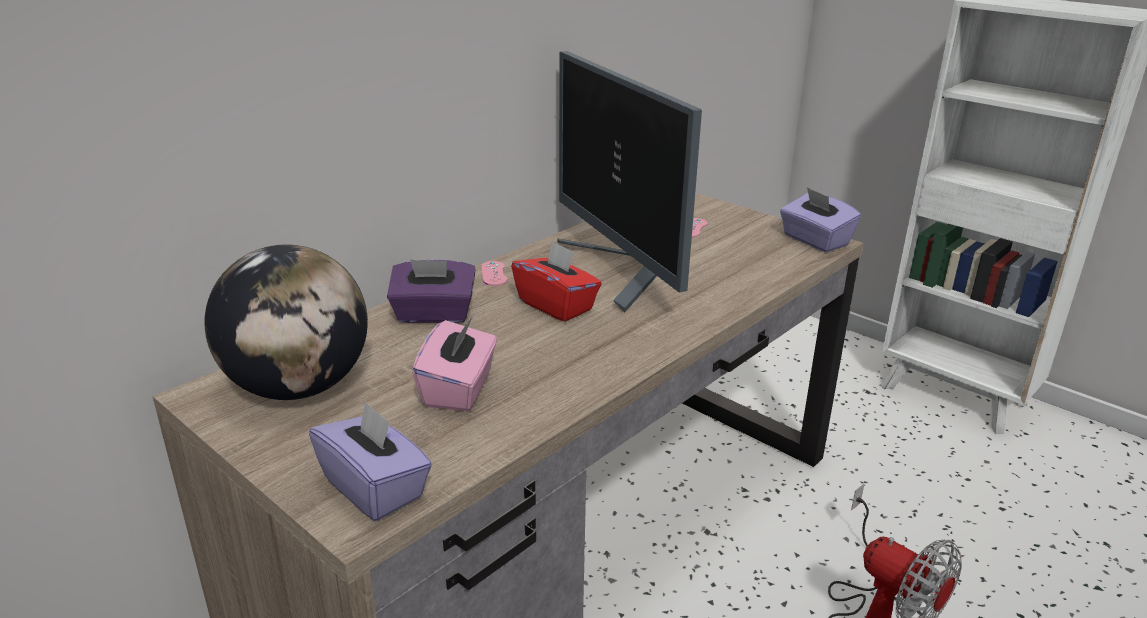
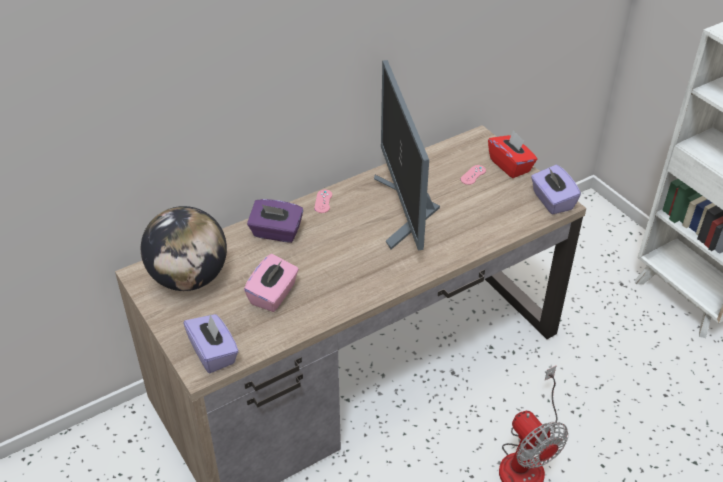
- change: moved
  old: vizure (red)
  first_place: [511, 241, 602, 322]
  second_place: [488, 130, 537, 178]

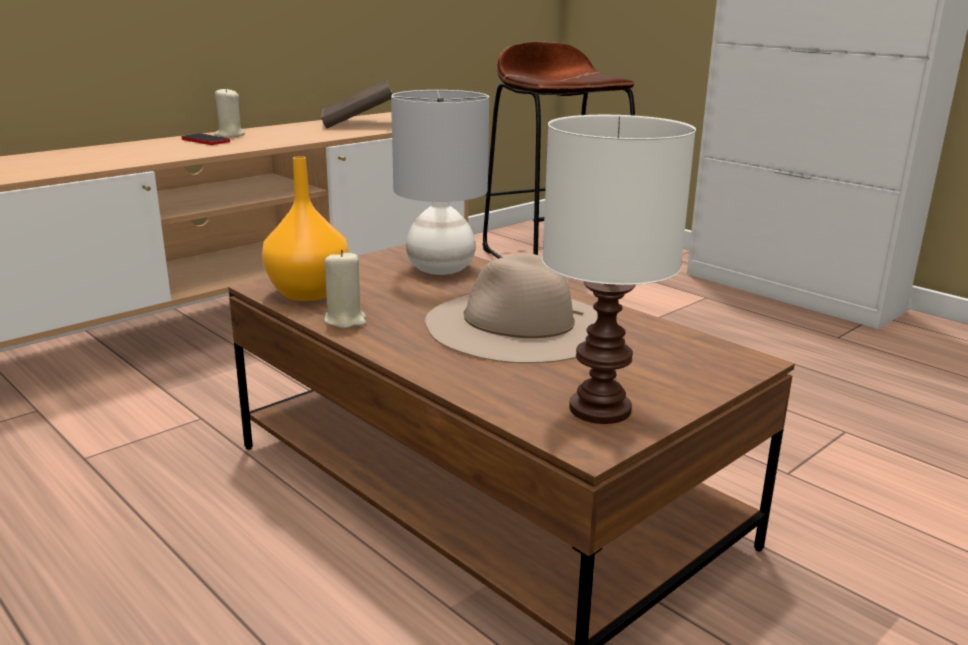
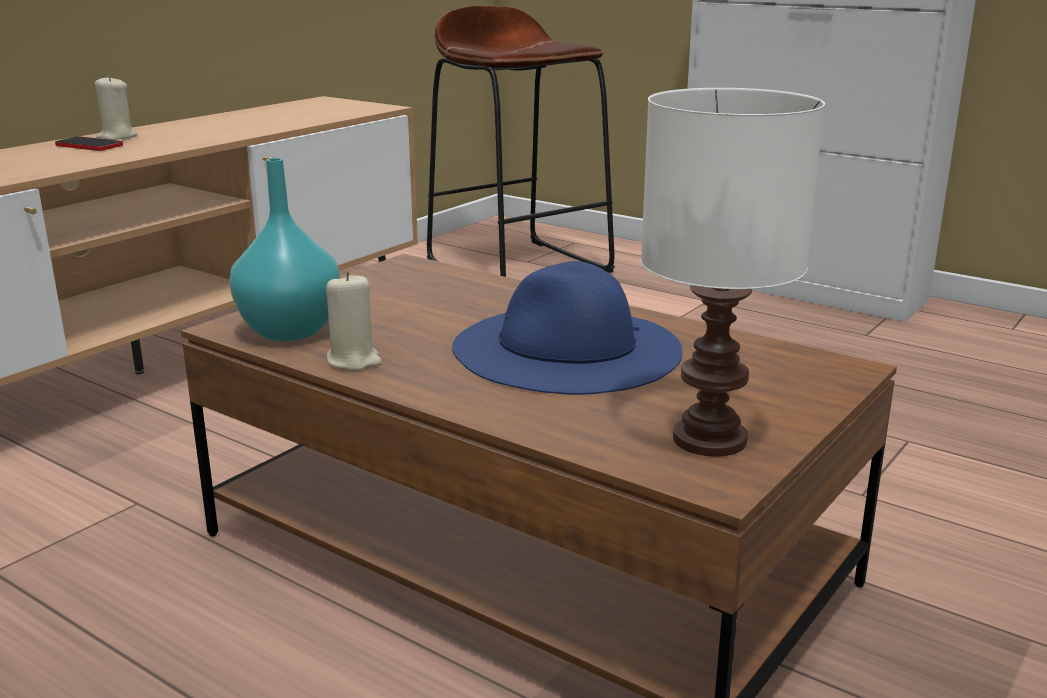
- change: recoloured
  old: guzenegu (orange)
  new: guzenegu (turquoise)
  first_place: [262, 156, 349, 301]
  second_place: [229, 158, 340, 341]
- change: recoloured
  old: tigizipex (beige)
  new: tigizipex (blue)
  first_place: [425, 253, 598, 363]
  second_place: [452, 261, 683, 395]
- change: removed
  old: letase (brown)
  first_place: [321, 80, 393, 129]
- change: removed
  old: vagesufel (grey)
  first_place: [391, 90, 489, 275]

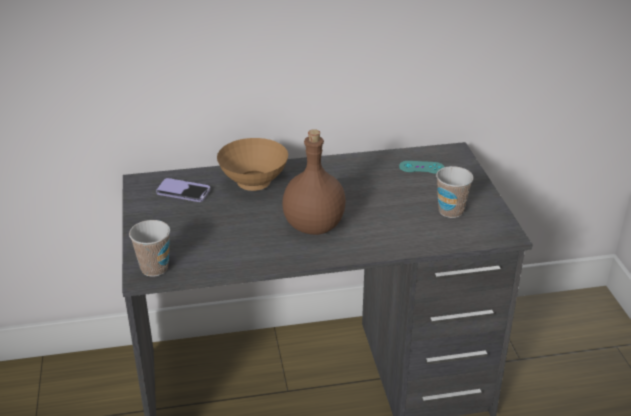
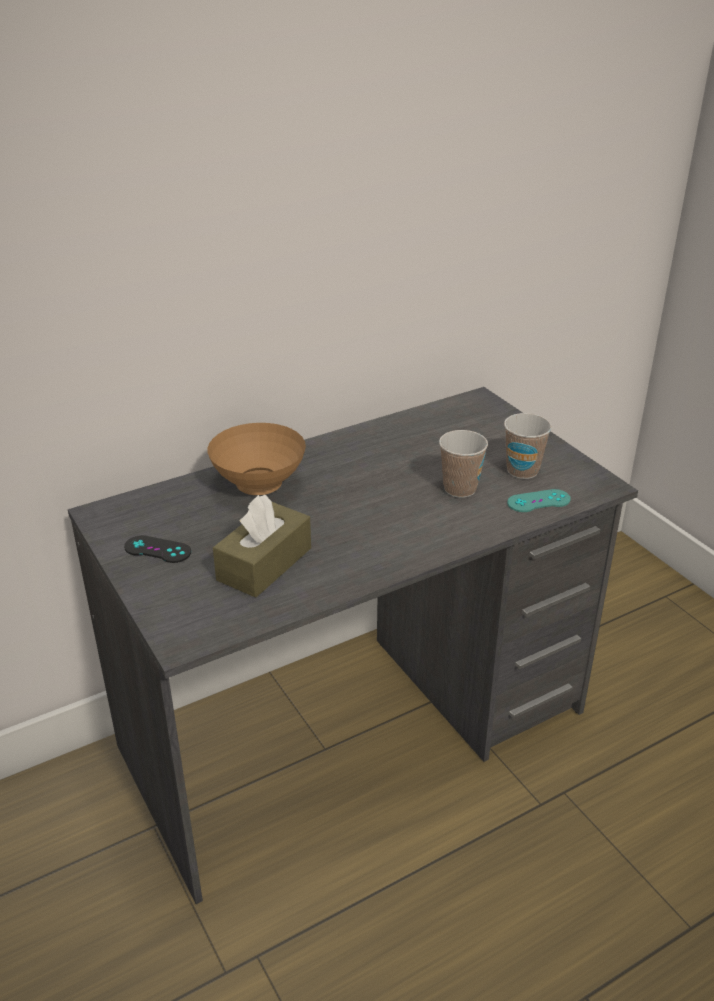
- change: added
  new: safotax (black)
  second_place: [124, 535, 191, 563]
- change: added
  new: vizure (brown)
  second_place: [213, 495, 311, 598]
- change: moved
  old: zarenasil
  first_place: [129, 220, 170, 277]
  second_place: [439, 430, 488, 498]
- change: moved
  old: safotax (turquoise)
  first_place: [399, 161, 444, 174]
  second_place: [507, 489, 571, 512]
- change: removed
  old: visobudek
  first_place: [156, 178, 210, 202]
- change: removed
  old: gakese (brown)
  first_place: [282, 129, 346, 235]

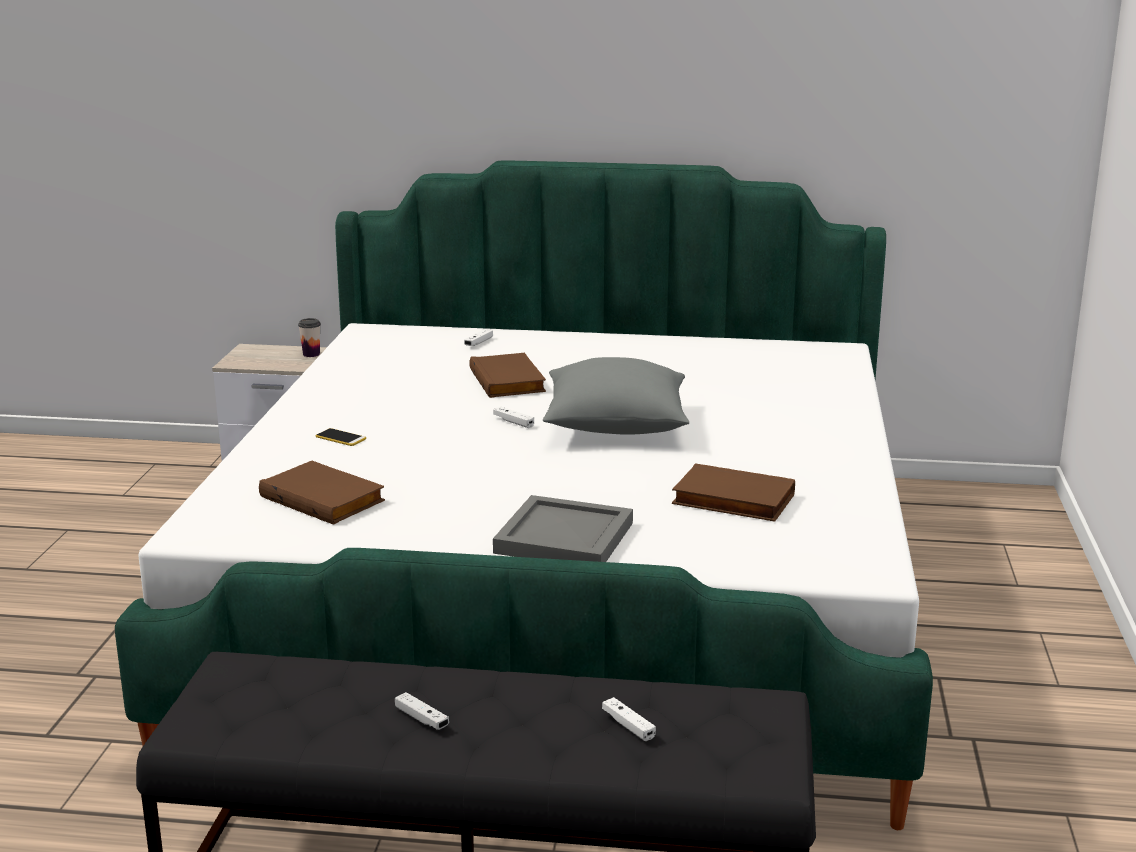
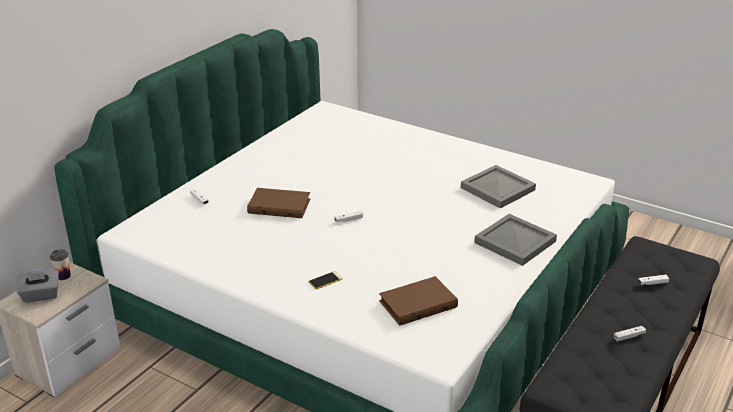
- change: added
  new: vizure (grey)
  second_place: [17, 269, 59, 302]
- change: replaced
  old: letase (brown)
  new: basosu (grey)
  first_place: [672, 464, 795, 522]
  second_place: [461, 165, 536, 209]
- change: removed
  old: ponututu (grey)
  first_place: [543, 357, 689, 435]

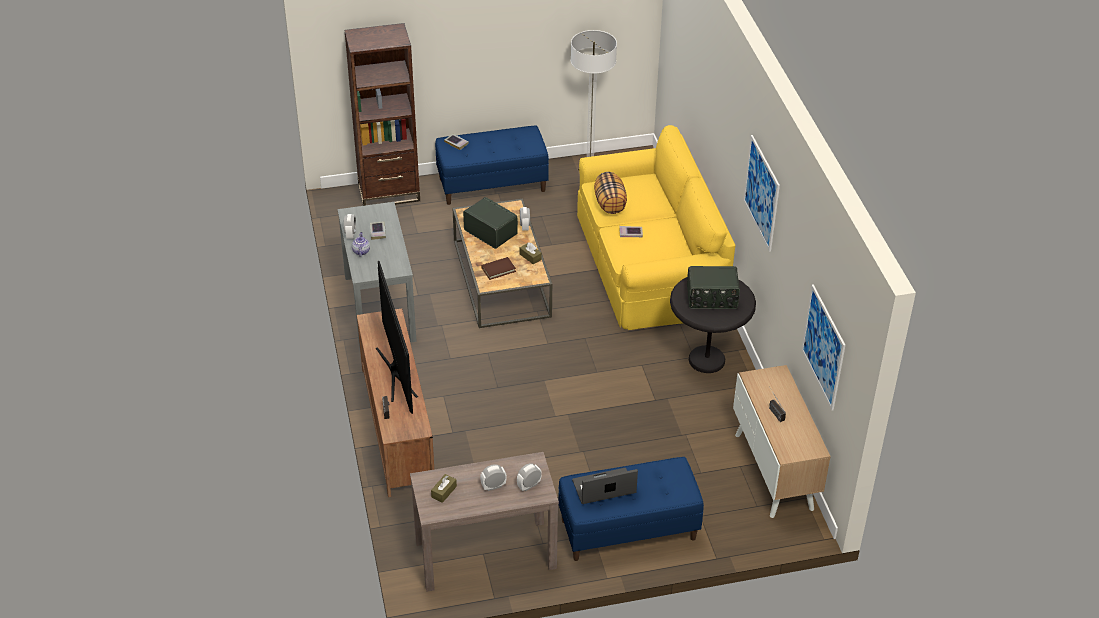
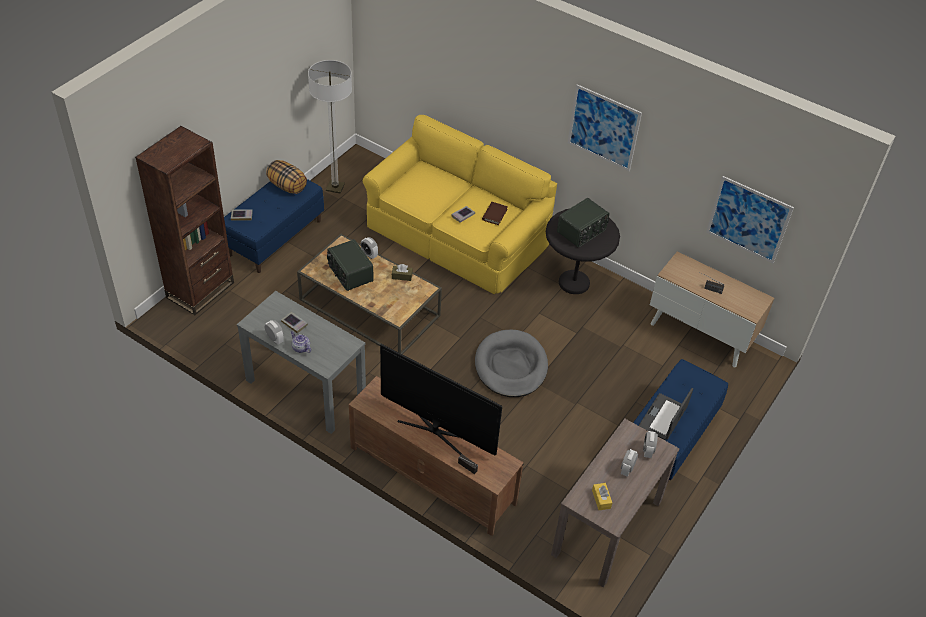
- change: moved
  old: ponututu
  first_place: [594, 172, 627, 214]
  second_place: [266, 160, 307, 194]
- change: turned
  old: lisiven
  first_place: [463, 197, 518, 249]
  second_place: [327, 239, 374, 291]
  degrees: -120
- change: added
  new: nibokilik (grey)
  second_place: [475, 330, 548, 397]
- change: moved
  old: letase (brown)
  first_place: [481, 257, 516, 280]
  second_place: [482, 202, 508, 225]
- change: recoloured
  old: vizure (brown)
  new: vizure (yellow)
  first_place: [431, 474, 457, 503]
  second_place: [592, 483, 612, 510]

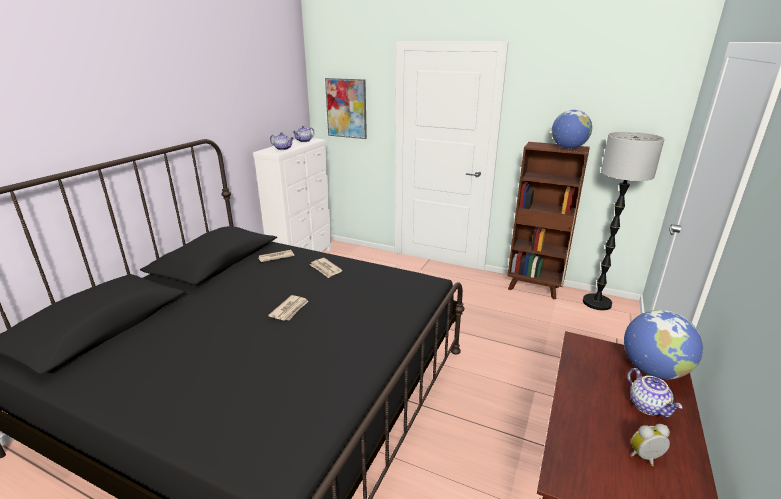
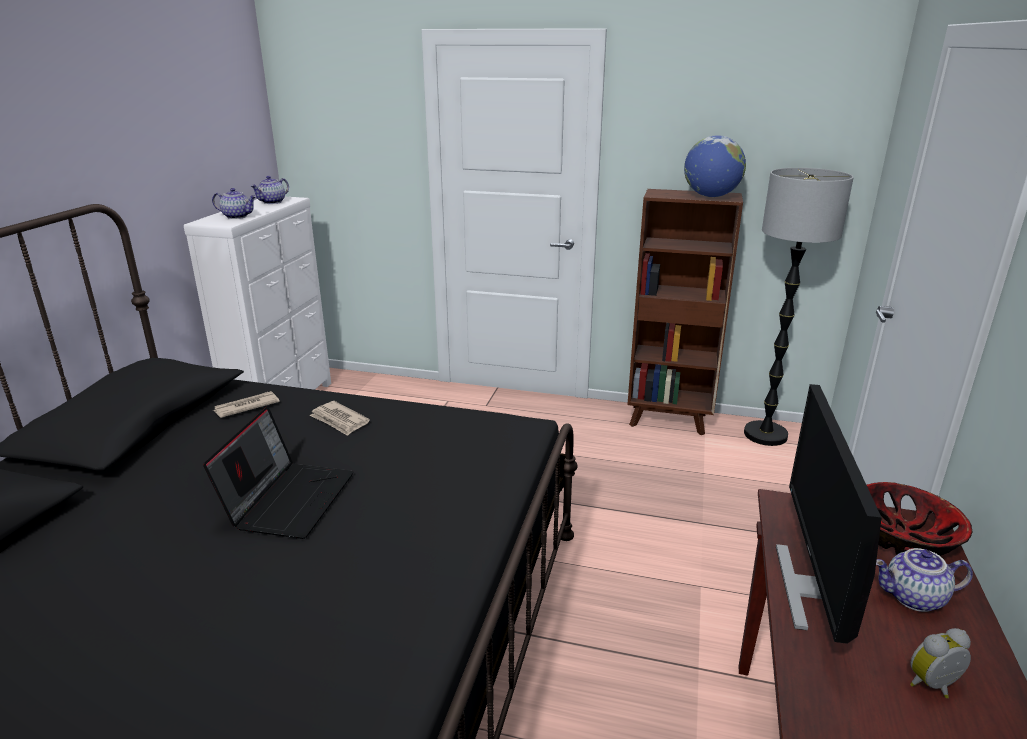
- change: replaced
  old: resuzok
  new: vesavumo
  first_place: [268, 295, 309, 321]
  second_place: [203, 406, 354, 539]
- change: added
  new: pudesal
  second_place: [776, 384, 882, 644]
- change: replaced
  old: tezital
  new: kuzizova
  first_place: [624, 310, 703, 379]
  second_place: [867, 482, 973, 556]
- change: turned
  old: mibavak
  first_place: [627, 368, 683, 417]
  second_place: [876, 548, 973, 612]
  degrees: 120
- change: removed
  old: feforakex
  first_place: [325, 78, 367, 139]

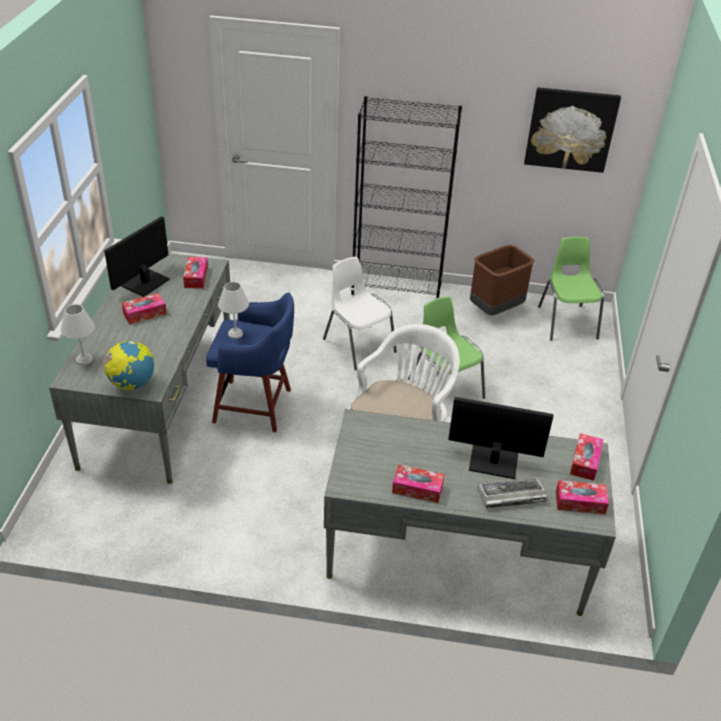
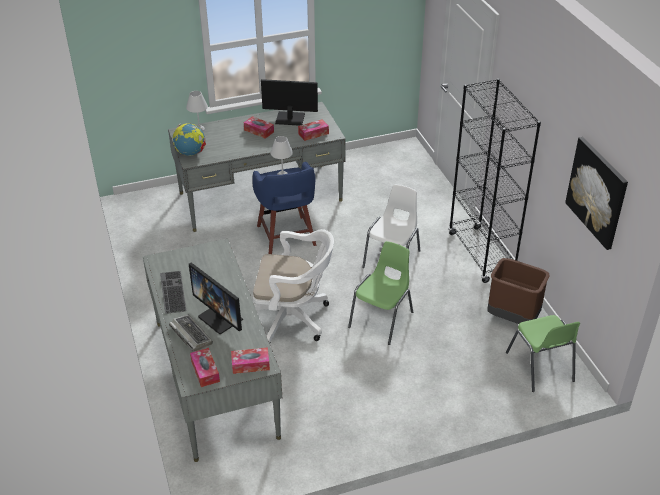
- change: replaced
  old: vizure
  new: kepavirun
  first_place: [392, 464, 444, 503]
  second_place: [160, 271, 186, 314]
- change: turned
  old: pudesal
  first_place: [448, 397, 554, 479]
  second_place: [189, 263, 243, 334]
  degrees: 150
- change: turned
  old: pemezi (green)
  first_place: [538, 237, 604, 341]
  second_place: [506, 315, 581, 392]
  degrees: 105

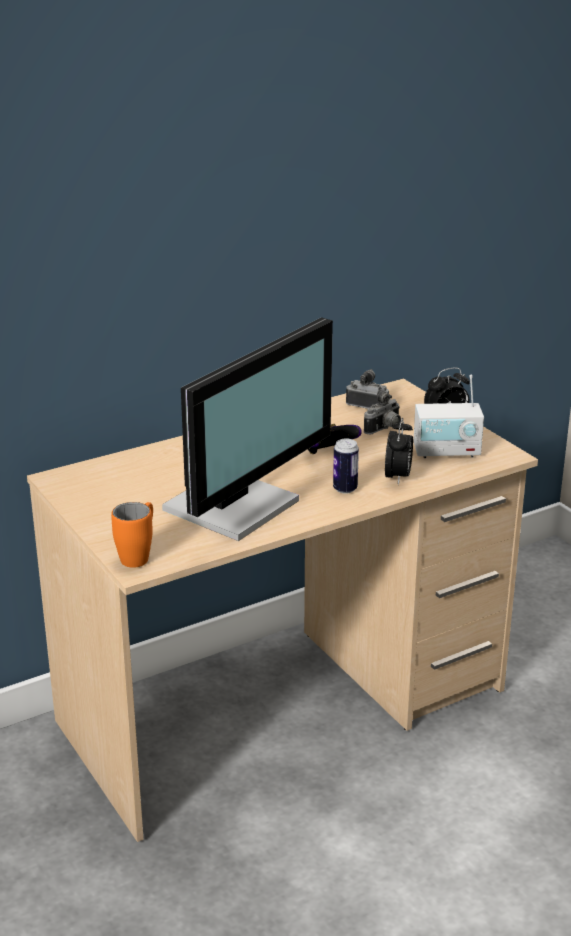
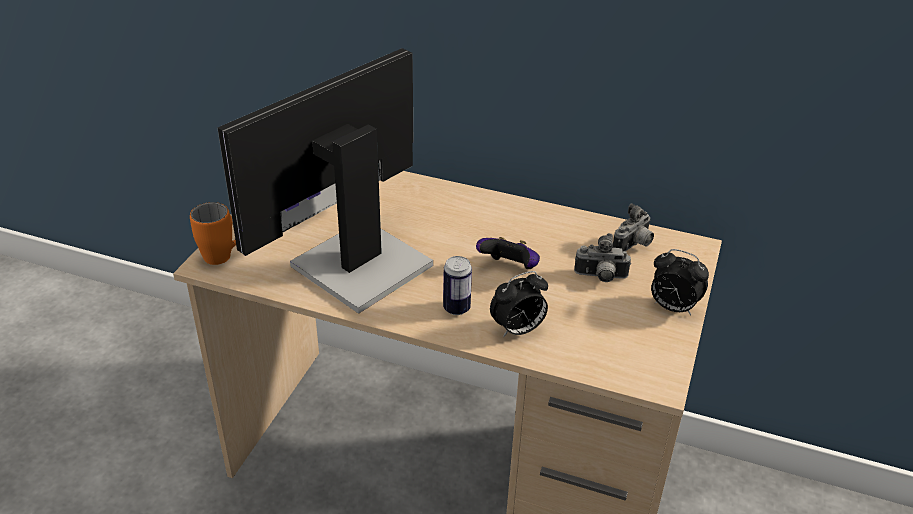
- change: turned
  old: pudesal
  first_place: [162, 317, 333, 541]
  second_place: [217, 48, 433, 314]
  degrees: 135
- change: turned
  old: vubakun
  first_place: [346, 369, 389, 409]
  second_place: [612, 203, 654, 251]
  degrees: 60
- change: removed
  old: lisiven
  first_place: [413, 375, 484, 458]

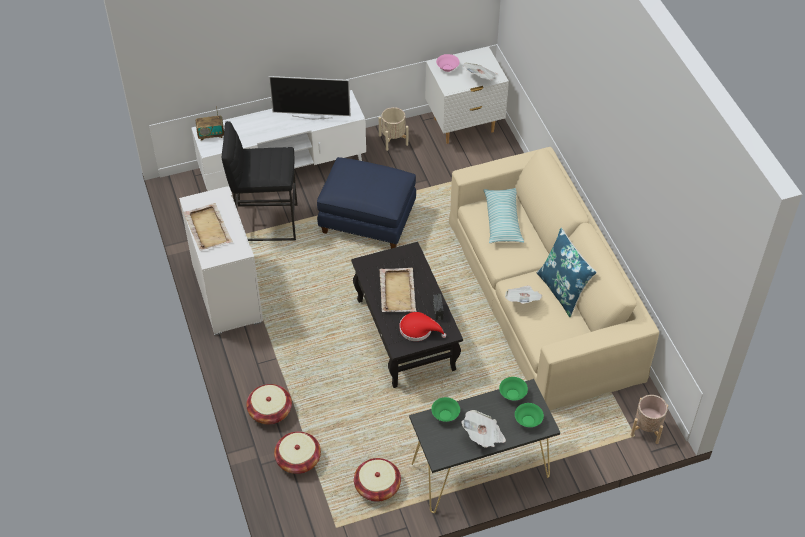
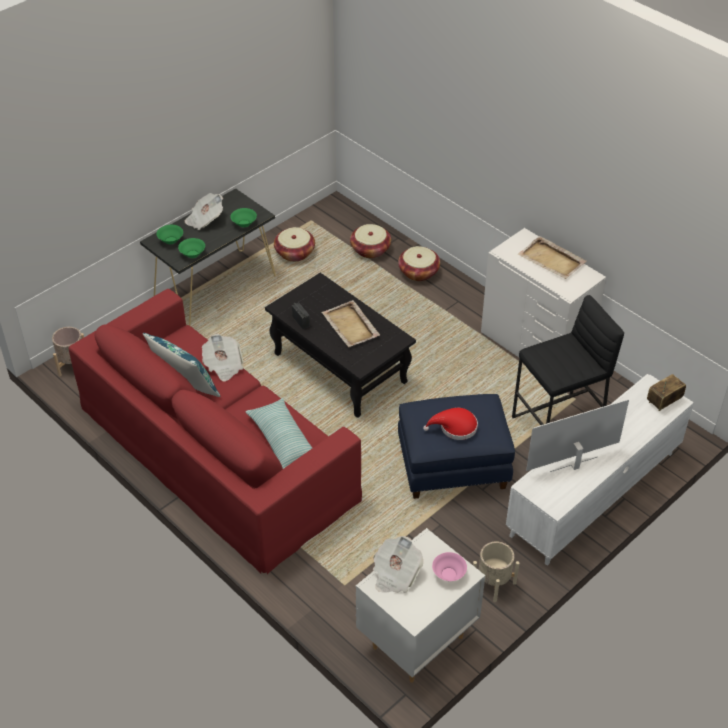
- change: recoloured
  old: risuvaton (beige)
  new: risuvaton (red)
  first_place: [449, 147, 659, 410]
  second_place: [69, 289, 362, 574]
- change: moved
  old: tigizipex (red)
  first_place: [400, 312, 446, 341]
  second_place: [423, 408, 478, 440]

